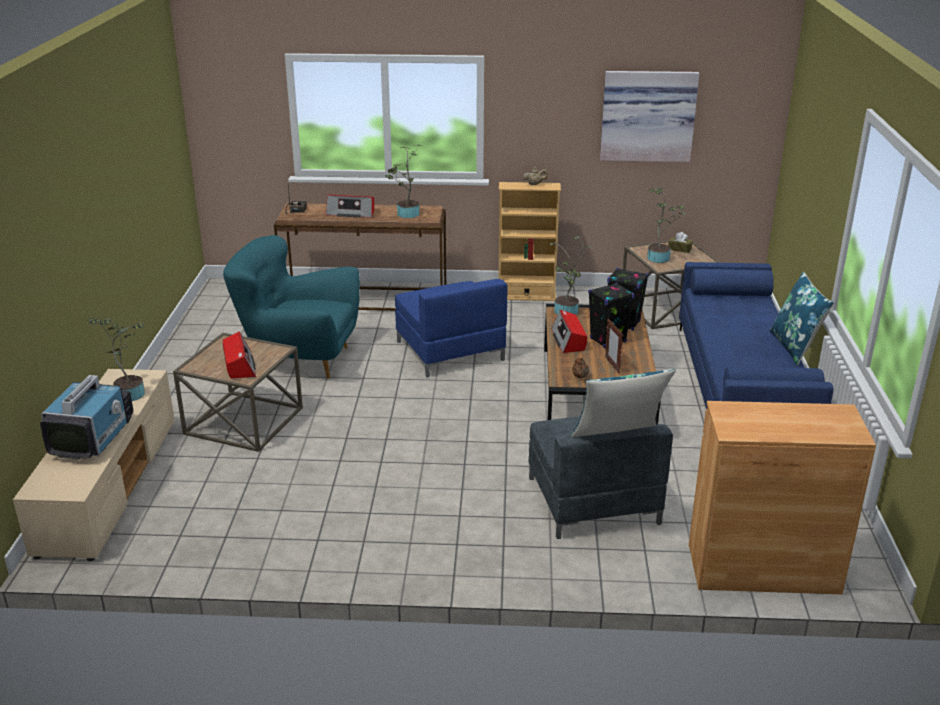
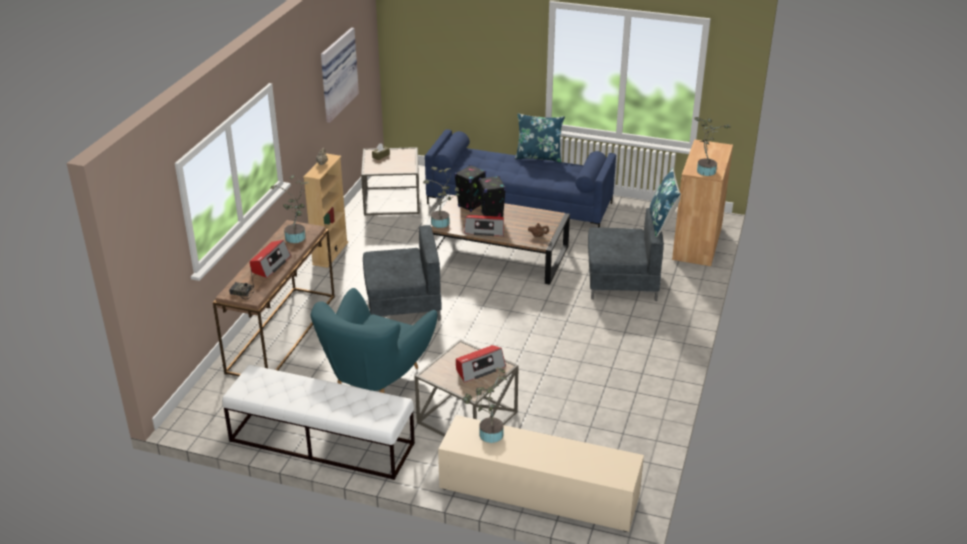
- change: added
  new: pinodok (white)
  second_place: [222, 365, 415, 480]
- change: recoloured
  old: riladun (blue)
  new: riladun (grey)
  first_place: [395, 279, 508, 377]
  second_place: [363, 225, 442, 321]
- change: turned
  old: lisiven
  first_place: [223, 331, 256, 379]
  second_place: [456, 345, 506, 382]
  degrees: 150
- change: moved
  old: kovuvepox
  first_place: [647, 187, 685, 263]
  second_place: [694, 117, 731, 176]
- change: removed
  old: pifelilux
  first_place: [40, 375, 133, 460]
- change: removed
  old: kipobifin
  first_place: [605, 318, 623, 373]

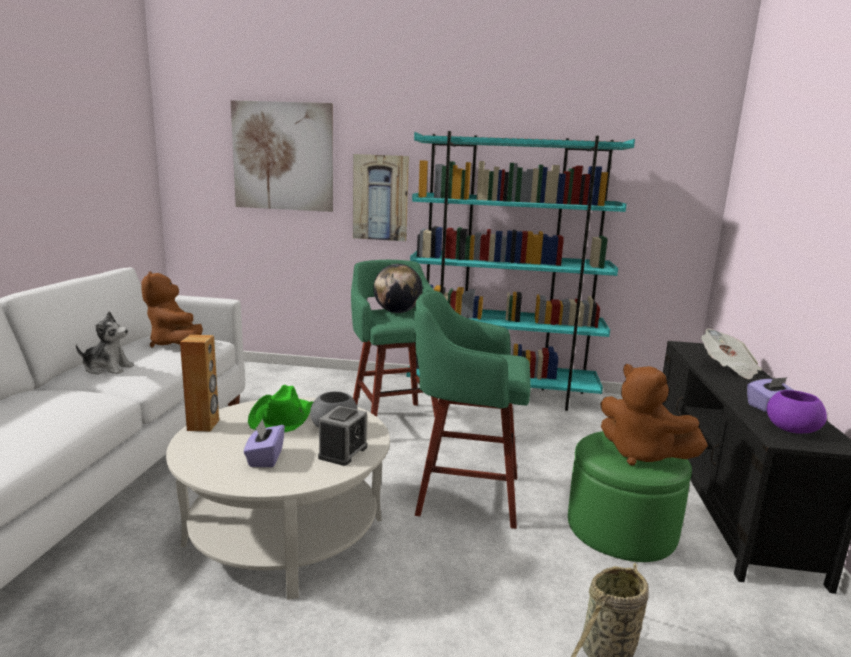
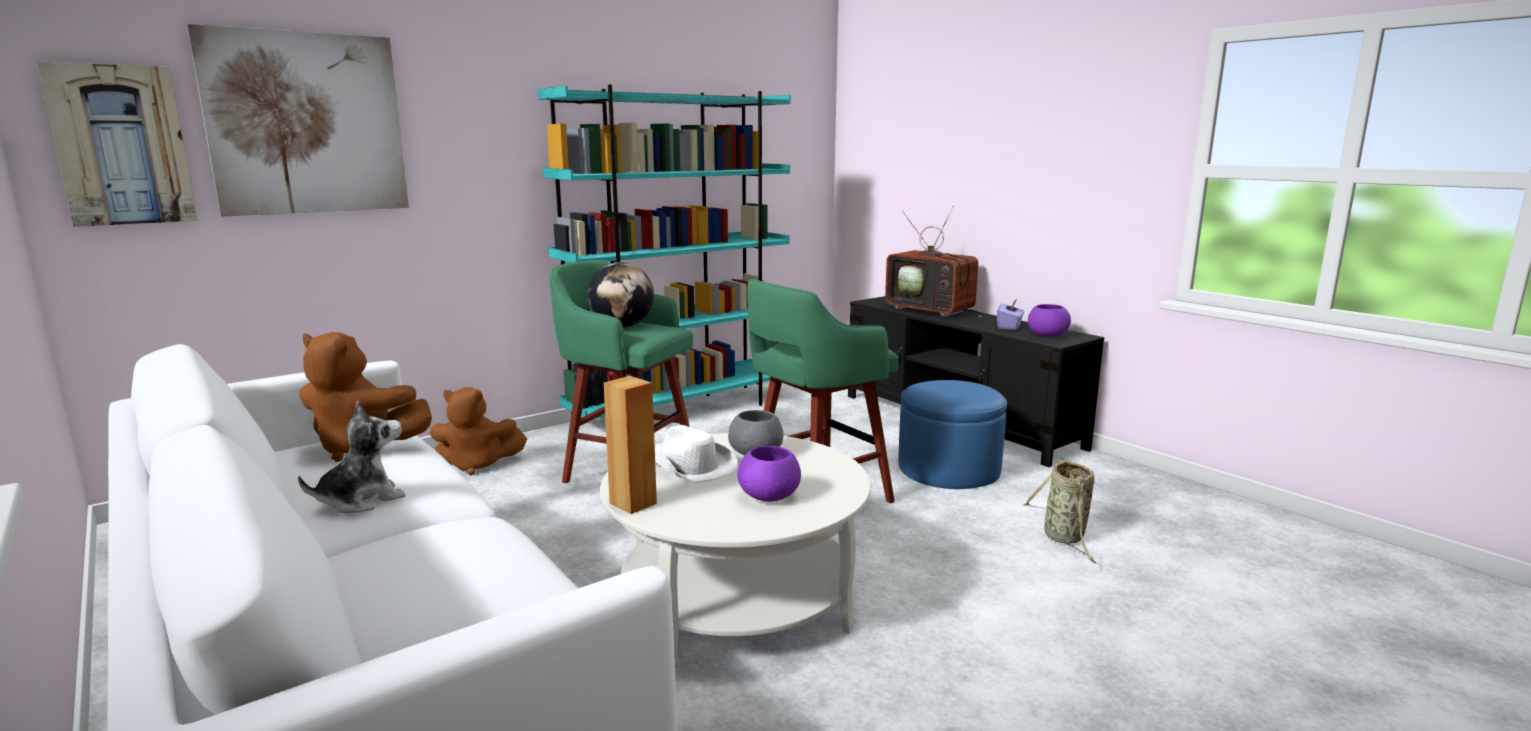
- change: moved
  old: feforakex
  first_place: [353, 154, 409, 241]
  second_place: [37, 61, 197, 227]
- change: moved
  old: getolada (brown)
  first_place: [600, 364, 708, 465]
  second_place: [430, 387, 527, 475]
- change: recoloured
  old: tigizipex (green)
  new: tigizipex (white)
  first_place: [248, 385, 313, 432]
  second_place: [655, 425, 738, 483]
- change: replaced
  old: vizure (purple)
  new: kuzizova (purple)
  first_place: [244, 419, 285, 467]
  second_place: [737, 446, 801, 502]
- change: replaced
  old: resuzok
  new: pifelilux
  first_place: [701, 329, 762, 379]
  second_place: [885, 206, 983, 317]
- change: recoloured
  old: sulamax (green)
  new: sulamax (blue)
  first_place: [568, 431, 692, 562]
  second_place: [898, 380, 1007, 489]
- change: removed
  old: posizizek
  first_place: [318, 406, 367, 466]

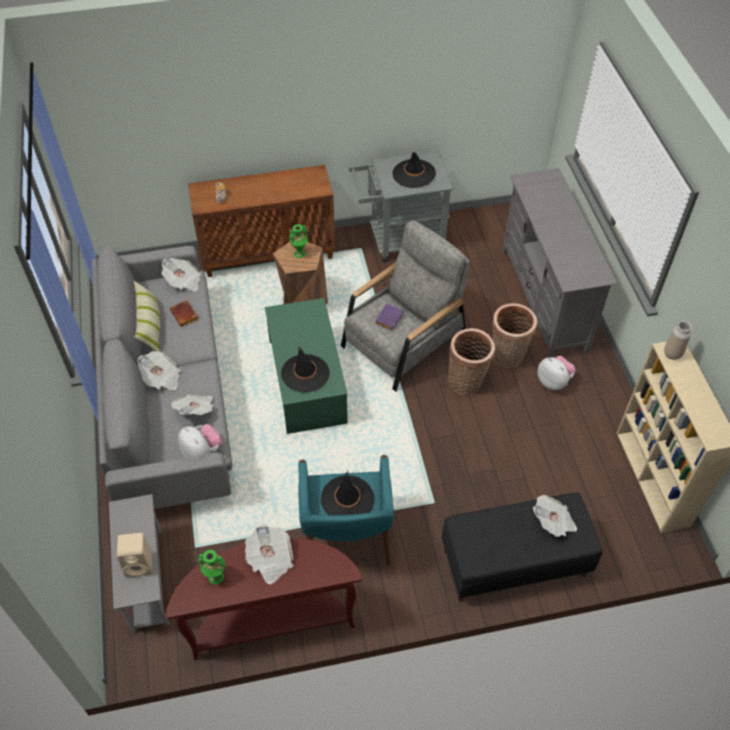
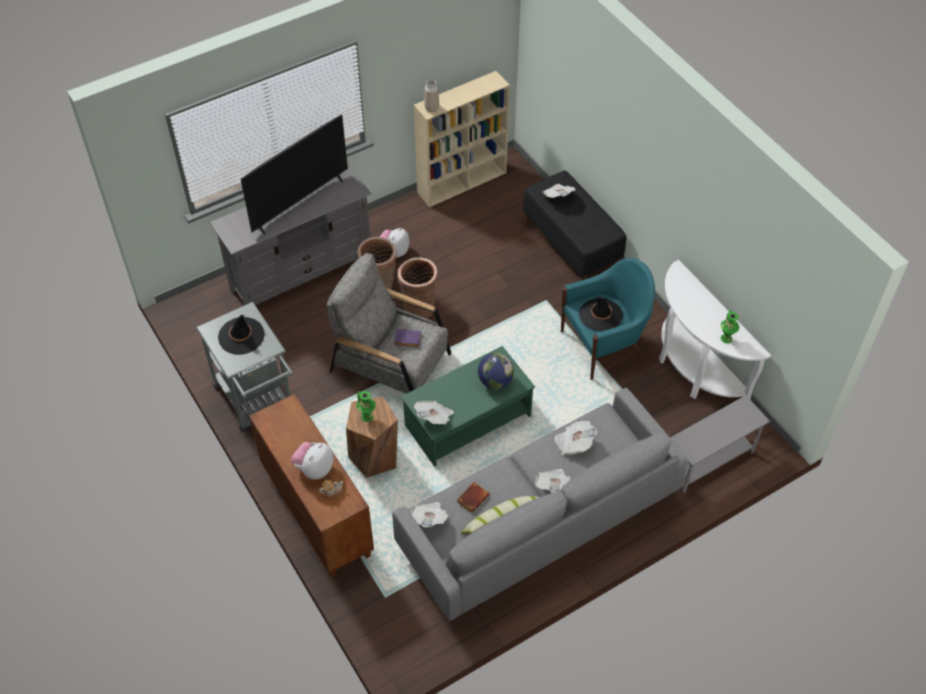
- change: added
  new: pifelilux
  second_place: [241, 115, 348, 234]
- change: moved
  old: getolada
  first_place: [178, 424, 222, 458]
  second_place: [291, 442, 333, 480]
- change: moved
  old: resuzok
  first_place: [245, 524, 293, 584]
  second_place: [414, 401, 454, 425]
- change: replaced
  old: tigizipex (black)
  new: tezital
  first_place: [281, 346, 330, 392]
  second_place: [478, 353, 514, 389]
- change: recoloured
  old: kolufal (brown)
  new: kolufal (white)
  first_place: [166, 538, 362, 660]
  second_place: [659, 260, 771, 399]
- change: removed
  old: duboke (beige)
  first_place: [117, 533, 152, 577]

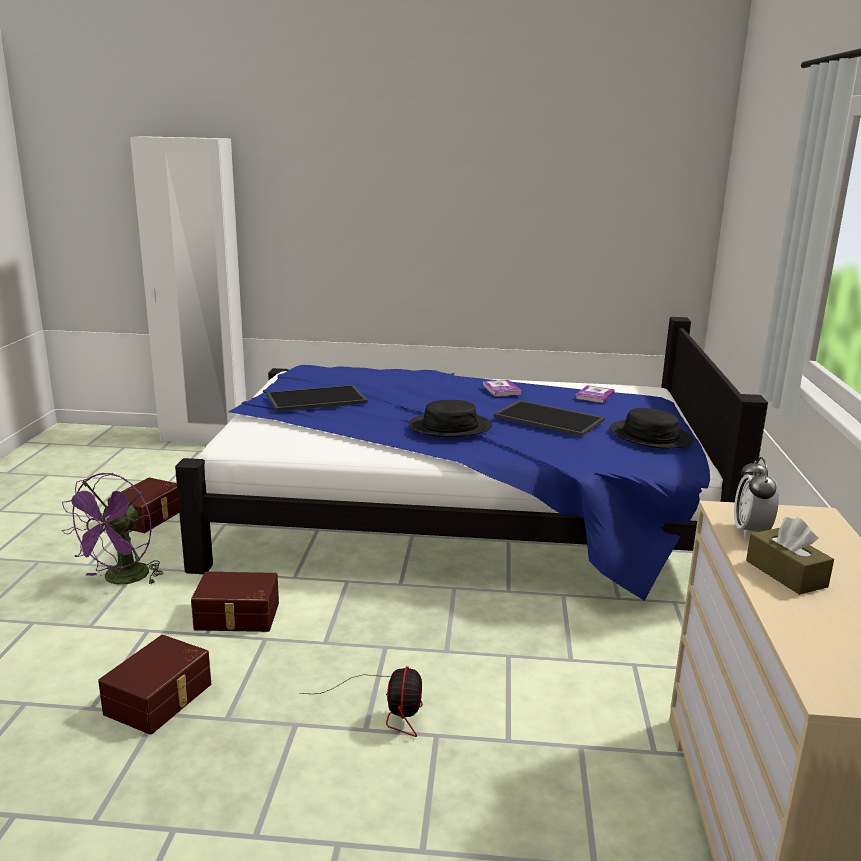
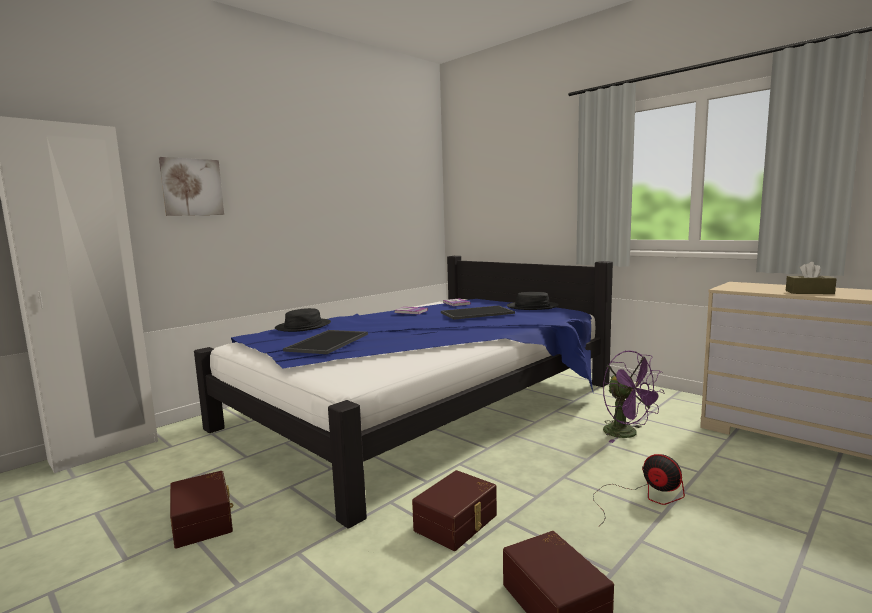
- change: added
  new: feforakex
  second_place: [159, 157, 224, 216]
- change: moved
  old: tigizipex (black)
  first_place: [409, 400, 492, 437]
  second_place: [275, 308, 331, 332]
- change: moved
  old: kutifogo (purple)
  first_place: [62, 473, 164, 585]
  second_place: [603, 350, 664, 443]
- change: removed
  old: posizizek
  first_place: [734, 457, 779, 538]

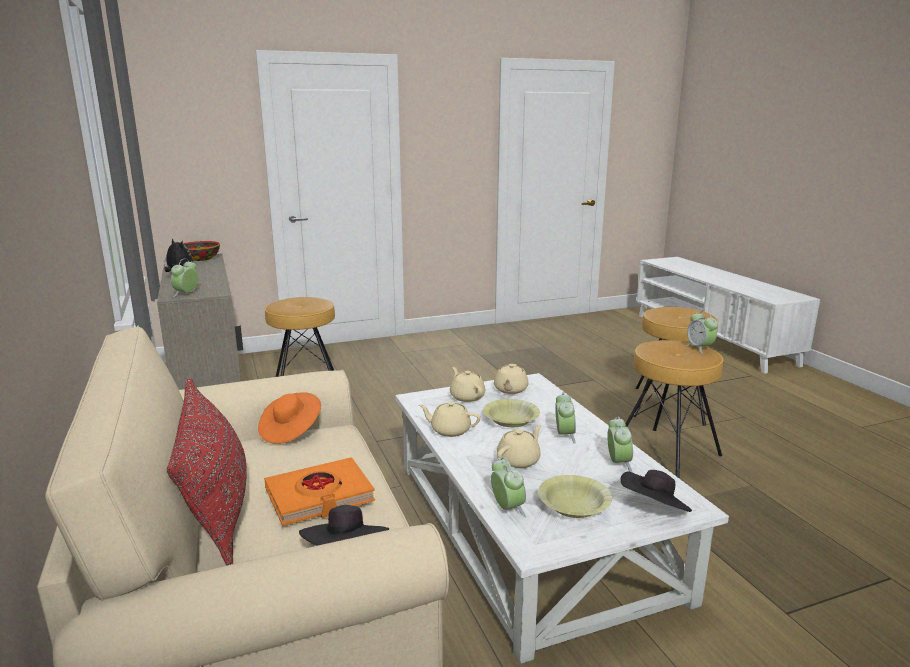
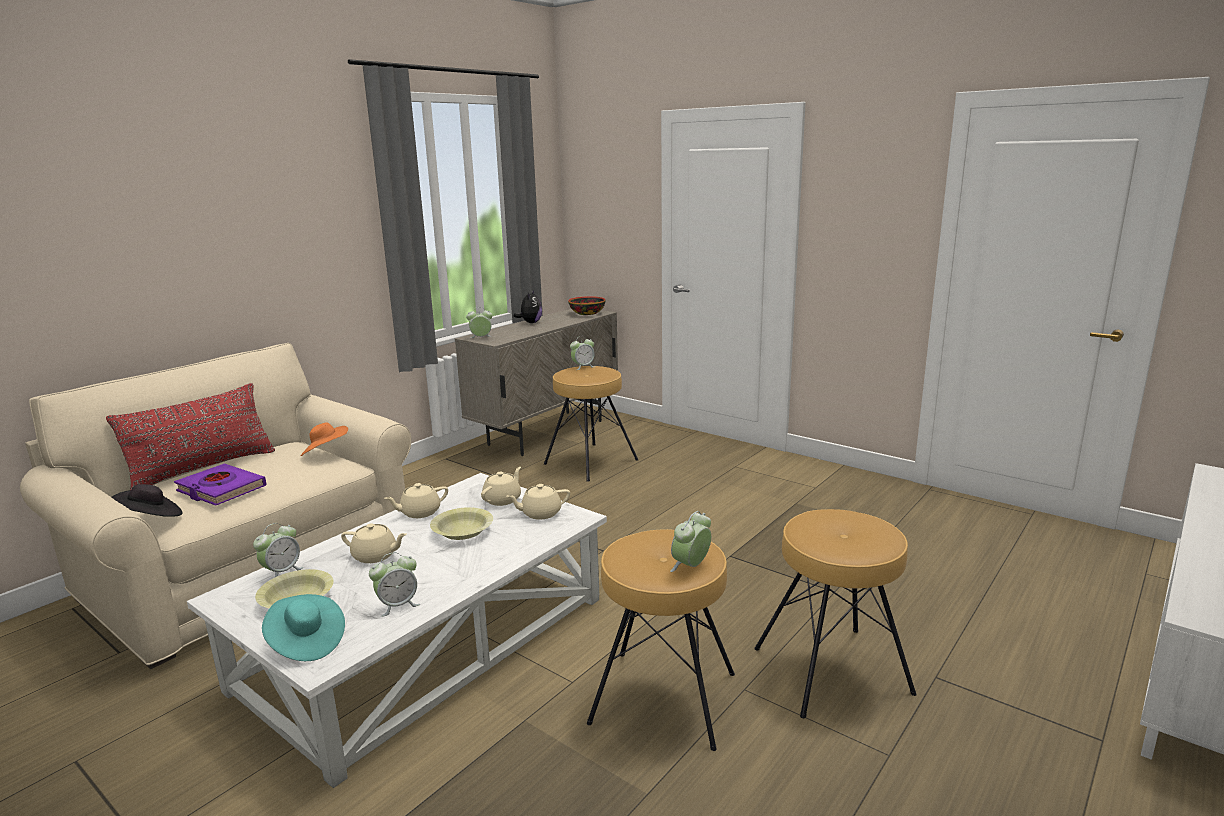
- change: recoloured
  old: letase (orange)
  new: letase (purple)
  first_place: [264, 457, 375, 526]
  second_place: [174, 464, 266, 506]
- change: recoloured
  old: tigizipex (black)
  new: tigizipex (turquoise)
  first_place: [620, 470, 692, 512]
  second_place: [262, 594, 345, 661]
- change: turned
  old: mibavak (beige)
  first_place: [419, 401, 480, 437]
  second_place: [384, 483, 448, 518]
  degrees: -105
- change: moved
  old: posizizek
  first_place: [555, 392, 576, 444]
  second_place: [570, 336, 595, 370]

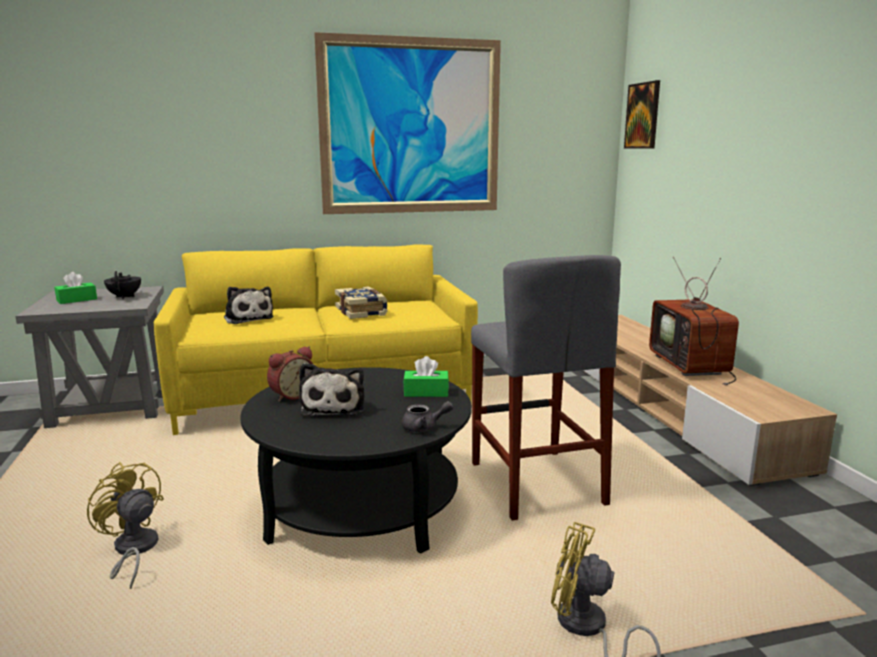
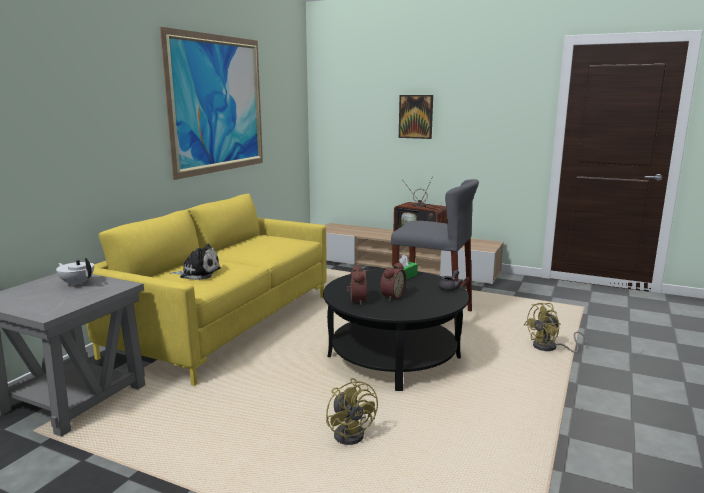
- change: recoloured
  old: mibavak (black)
  new: mibavak (white)
  first_place: [104, 271, 141, 299]
  second_place: [56, 258, 94, 286]
- change: turned
  old: kutifogo (yellow)
  first_place: [87, 462, 164, 589]
  second_place: [326, 378, 378, 445]
  degrees: -105
- change: replaced
  old: getolada
  new: posizizek
  first_place: [299, 363, 364, 417]
  second_place: [380, 262, 406, 301]
- change: moved
  old: feforakex
  first_place: [624, 80, 660, 149]
  second_place: [399, 95, 433, 139]
- change: removed
  old: vizure (green)
  first_place: [54, 272, 97, 304]
- change: removed
  old: letase
  first_place: [335, 286, 388, 319]

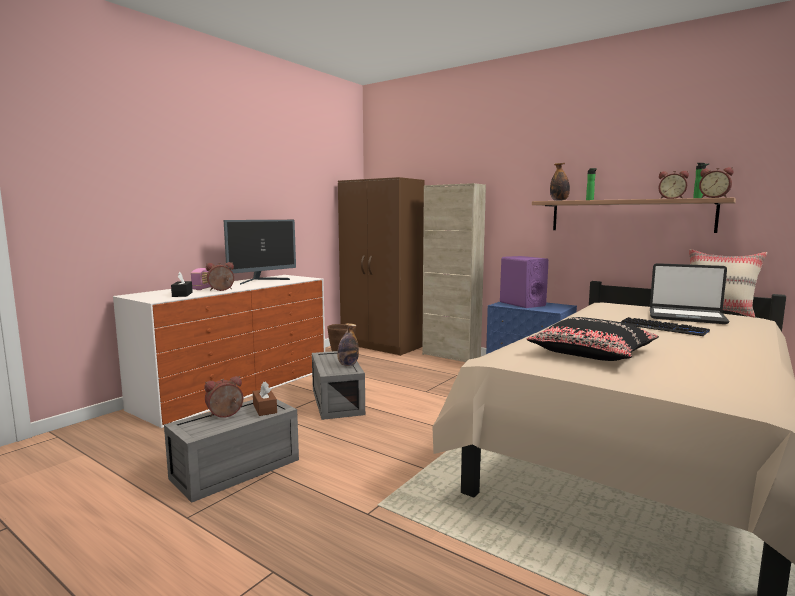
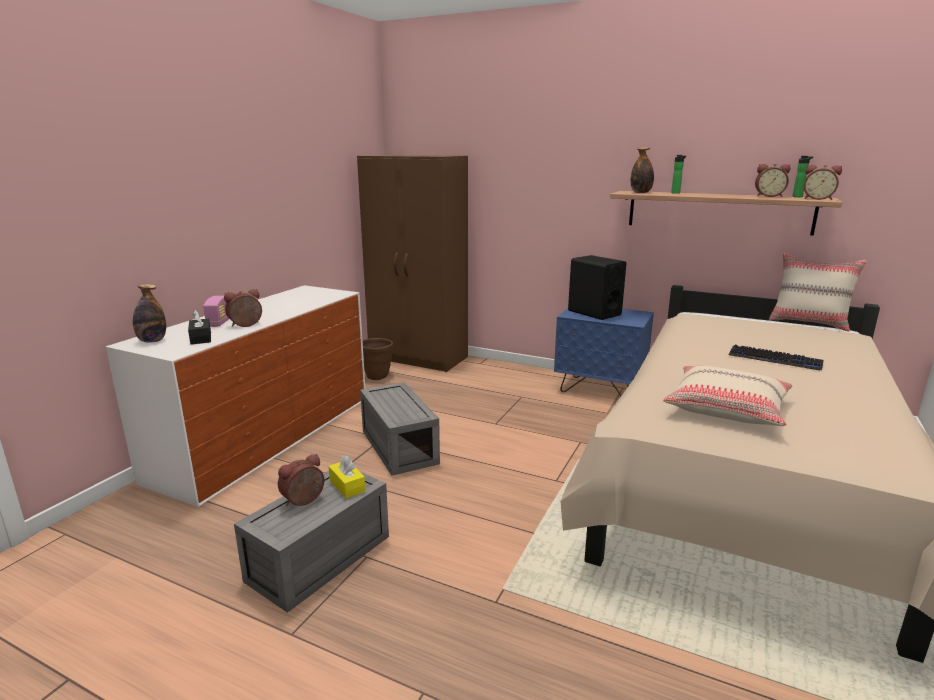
- change: moved
  old: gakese
  first_place: [337, 323, 359, 366]
  second_place: [133, 284, 166, 343]
- change: recoloured
  old: vizure (brown)
  new: vizure (yellow)
  first_place: [253, 381, 277, 416]
  second_place: [329, 455, 366, 498]
- change: recoloured
  old: duboke (purple)
  new: duboke (black)
  first_place: [500, 256, 549, 308]
  second_place: [568, 255, 627, 320]
- change: recoloured
  old: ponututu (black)
  new: ponututu (beige)
  first_place: [526, 317, 659, 361]
  second_place: [663, 366, 793, 426]
- change: removed
  old: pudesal
  first_place: [223, 220, 296, 285]
- change: removed
  old: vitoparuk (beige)
  first_place: [422, 183, 486, 362]
- change: removed
  old: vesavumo
  first_place: [650, 263, 729, 324]

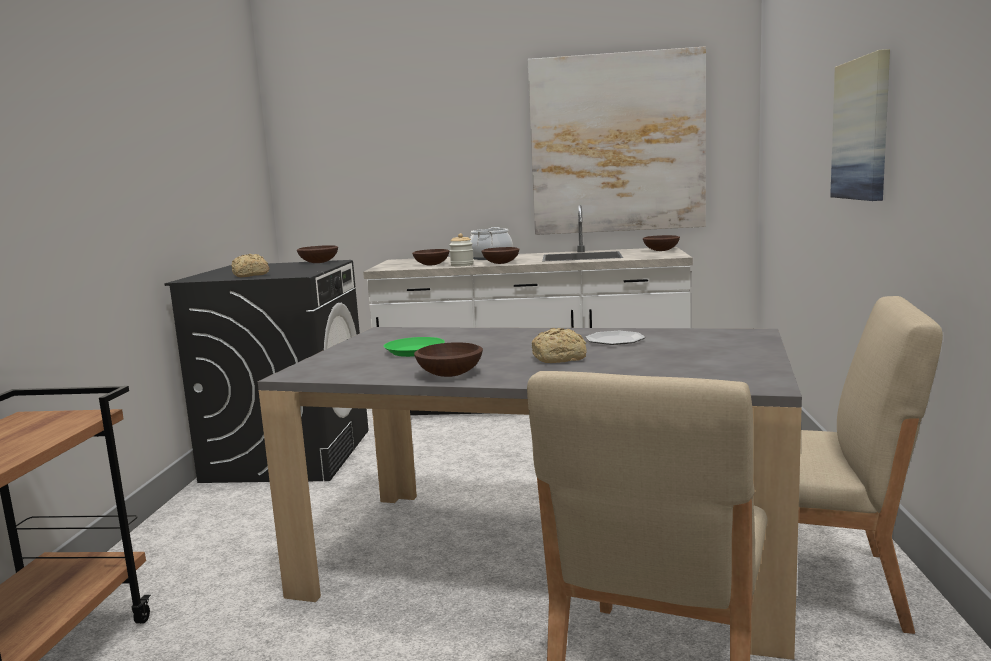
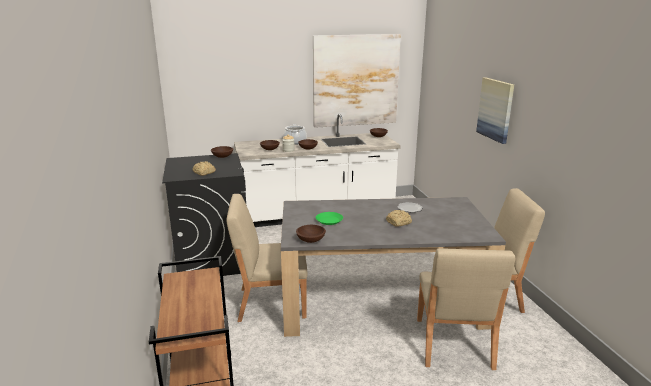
- change: added
  new: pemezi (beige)
  second_place: [226, 194, 307, 322]
- change: moved
  old: kuzizova (brown)
  first_place: [414, 342, 483, 377]
  second_place: [296, 225, 326, 243]

